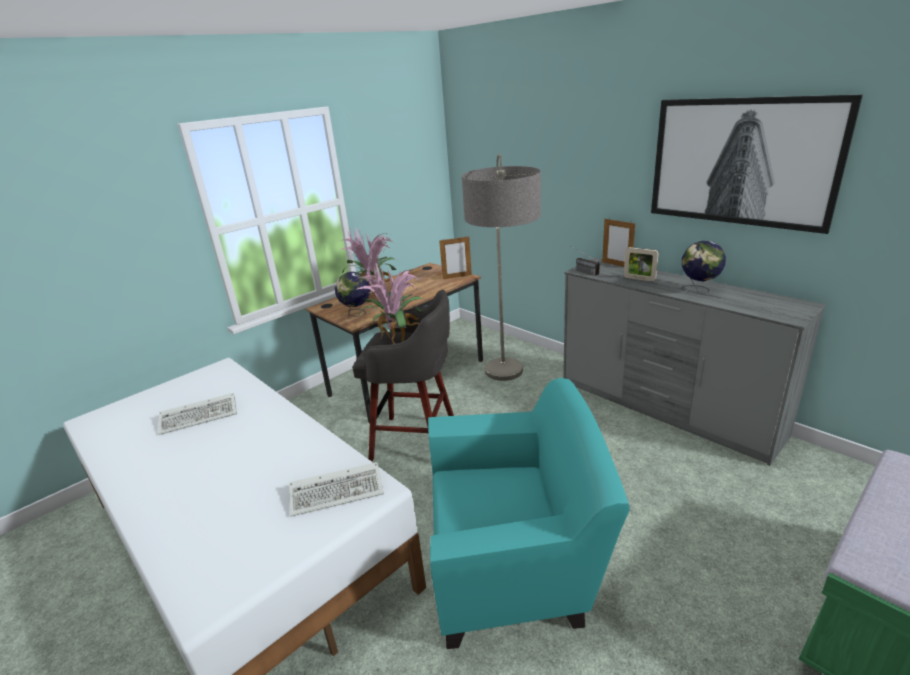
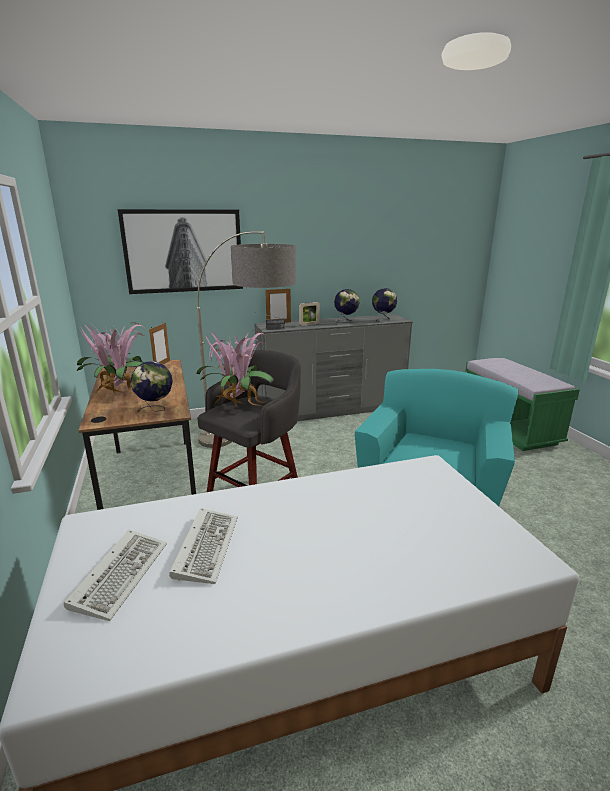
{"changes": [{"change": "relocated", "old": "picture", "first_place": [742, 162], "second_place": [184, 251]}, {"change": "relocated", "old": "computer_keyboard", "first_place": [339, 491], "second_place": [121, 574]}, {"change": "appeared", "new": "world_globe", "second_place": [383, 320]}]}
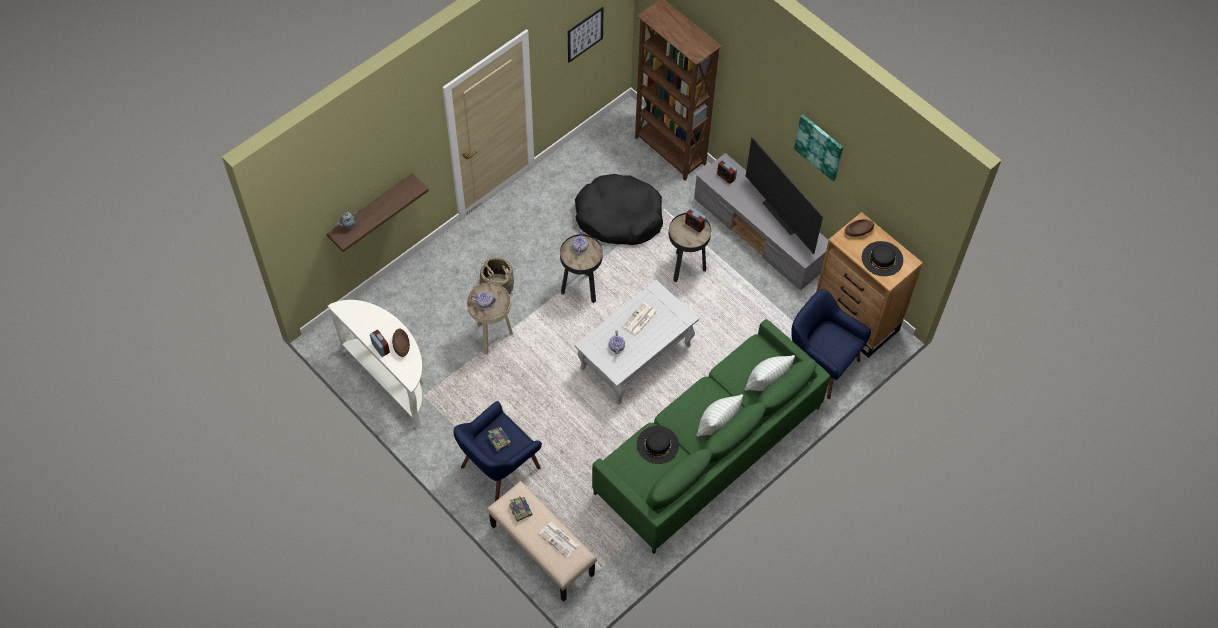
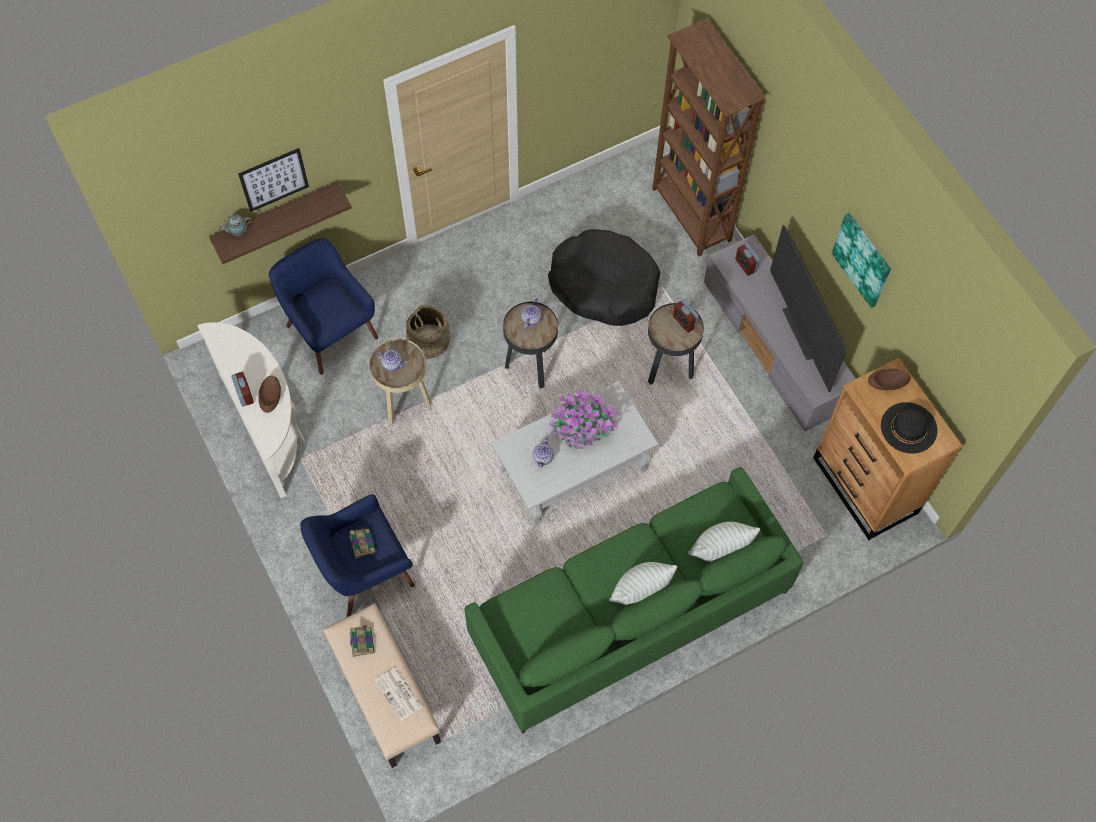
{"changes": [{"change": "relocated", "old": "picture", "first_place": [585, 34], "second_place": [274, 179]}, {"change": "relocated", "old": "bluish_easy_chair", "first_place": [821, 363], "second_place": [330, 331]}, {"change": "exchanged", "old": "daily_paper", "new": "houseplant", "first_place": [639, 320], "second_place": [582, 428]}, {"change": "missing", "old": "blackish_clothing_hat", "first_place": [657, 444]}]}
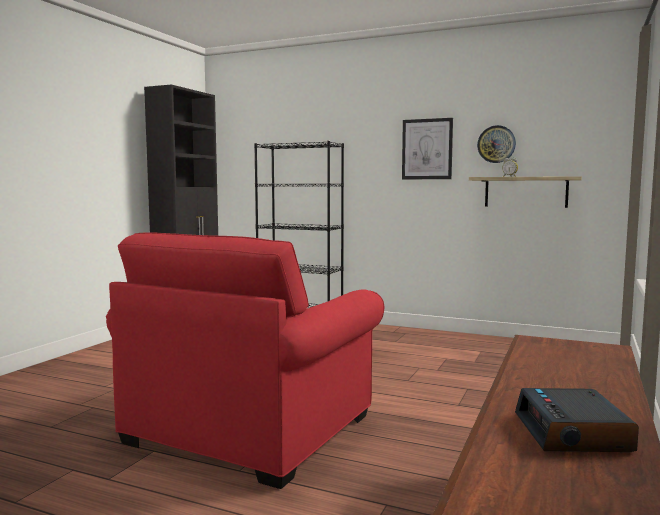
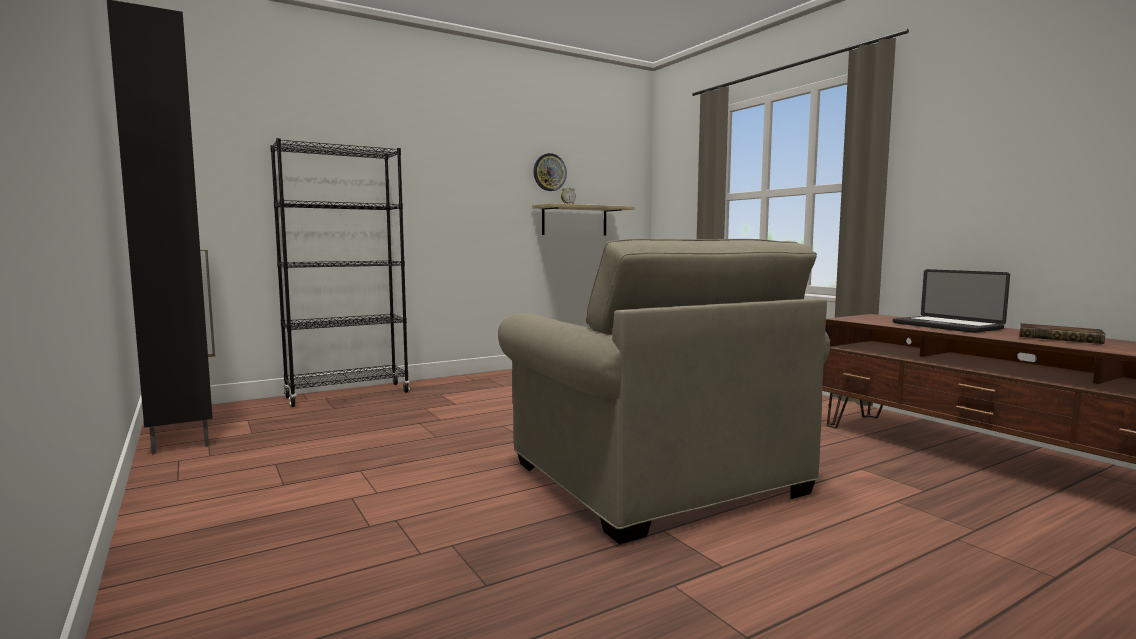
{"changes": [{"change": "missing", "old": "picture", "first_place": [427, 149]}, {"change": "colour", "old": "red-coloured_easy_chair", "new": "beige_easy_chair", "first_place": [250, 428], "second_place": [655, 478]}, {"change": "exchanged", "old": "bedside_clock", "new": "volume", "first_place": [573, 433], "second_place": [1061, 338]}, {"change": "appeared", "new": "portable_computer", "second_place": [946, 326]}]}
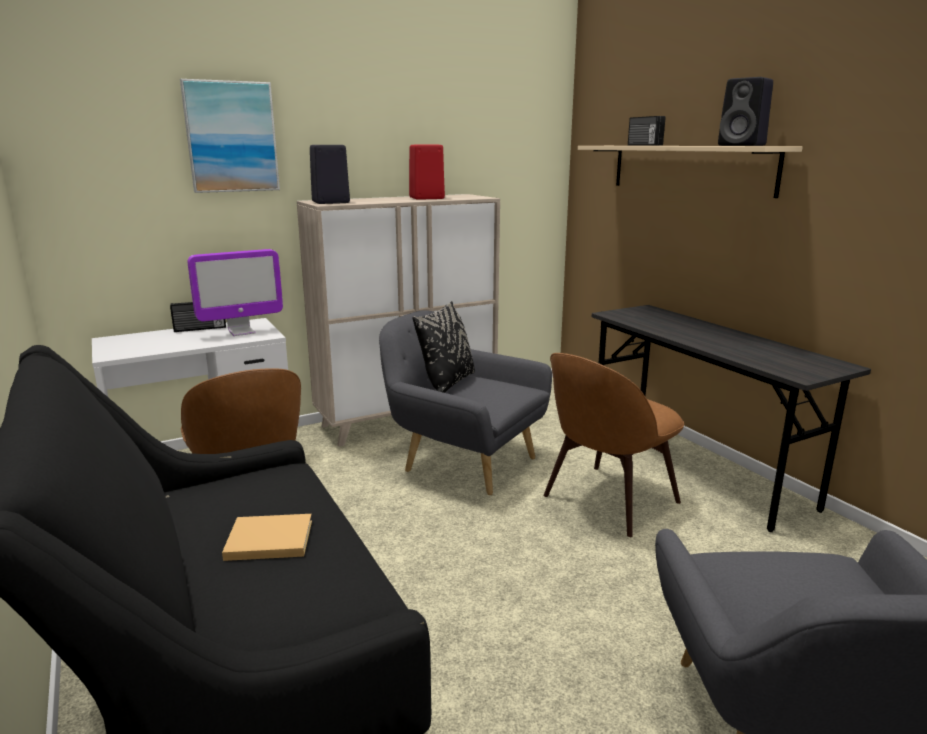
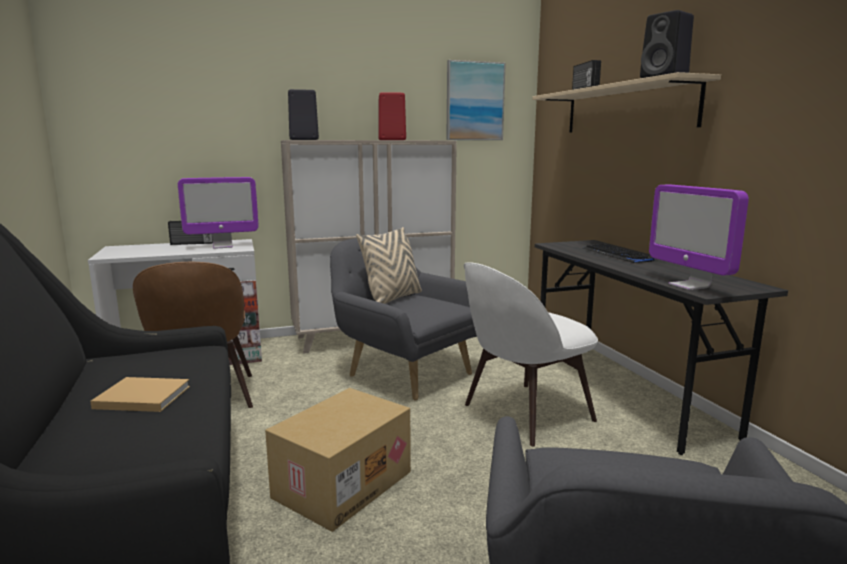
{"changes": [{"change": "relocated", "old": "picture", "first_place": [231, 137], "second_place": [474, 101]}, {"change": "colour", "old": "blackish_pillow", "new": "beige_pillow", "first_place": [447, 383], "second_place": [392, 299]}, {"change": "colour", "old": "brown_upright_chair", "new": "whitish_upright_chair", "first_place": [607, 501], "second_place": [524, 414]}, {"change": "appeared", "new": "monitor", "second_place": [689, 286]}, {"change": "appeared", "new": "computer_keyboard", "second_place": [616, 255]}, {"change": "appeared", "new": "cardboard_box", "second_place": [342, 483]}]}
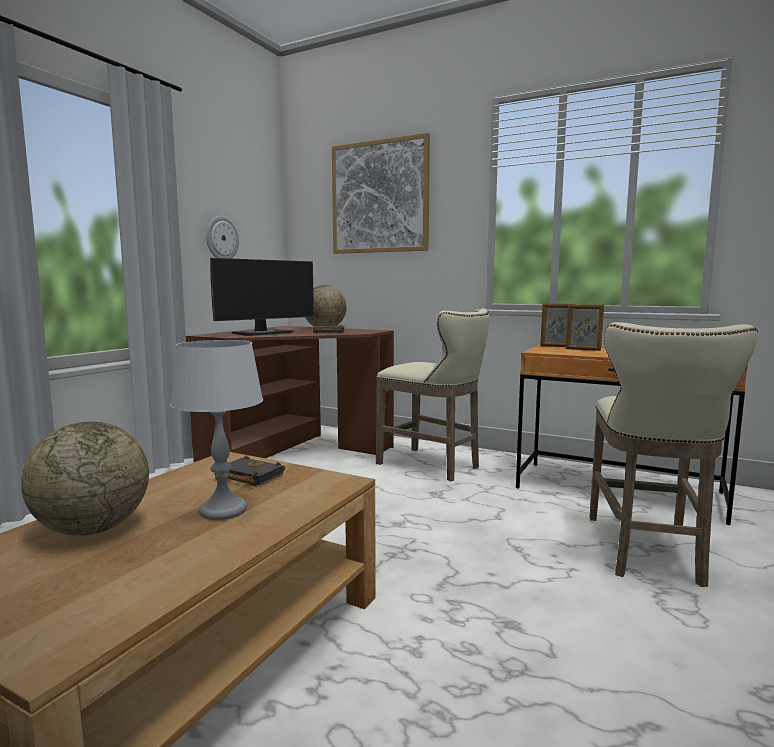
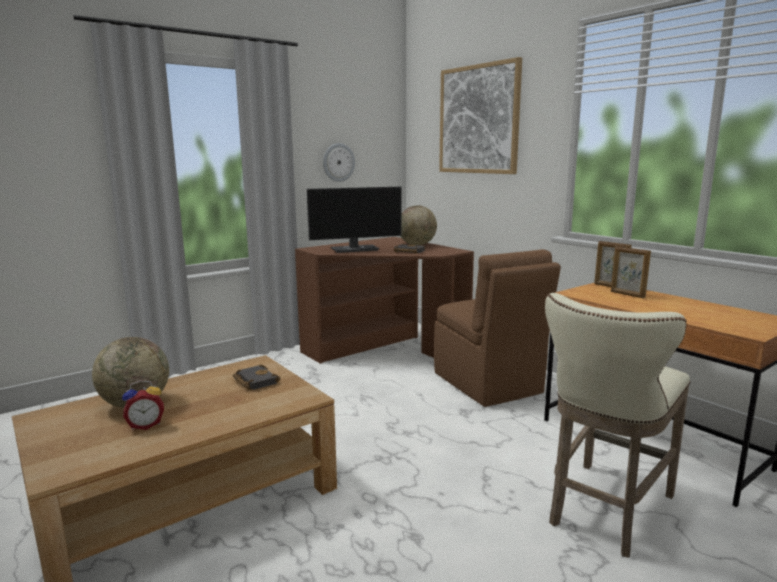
{"changes": [{"change": "exchanged", "old": "beige_sitting_stool", "new": "brown_upright_chair", "first_place": [433, 466], "second_place": [488, 384]}, {"change": "missing", "old": "greyish_lamp_for_a_table", "first_place": [223, 511]}, {"change": "appeared", "new": "bedside_clock", "second_place": [146, 425]}]}
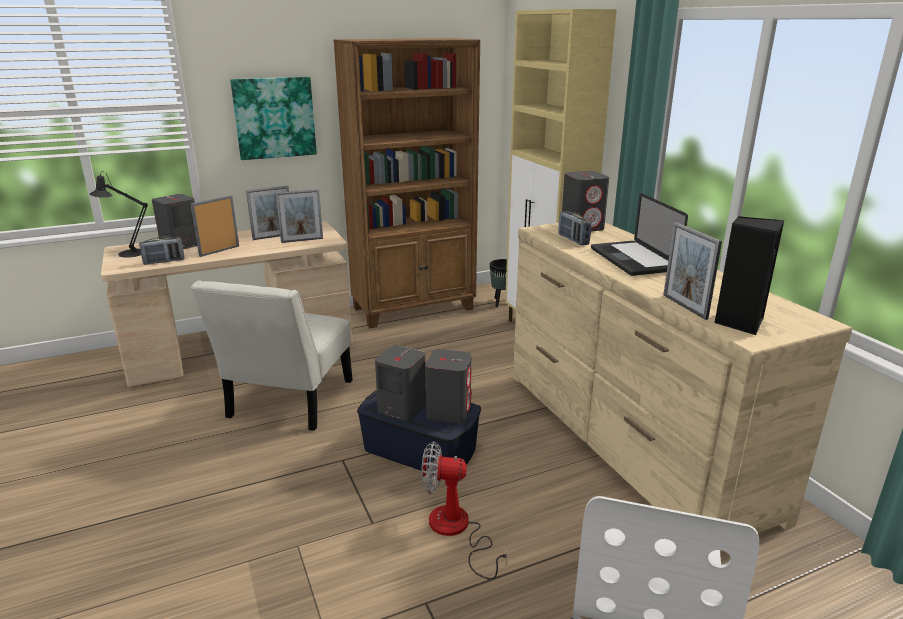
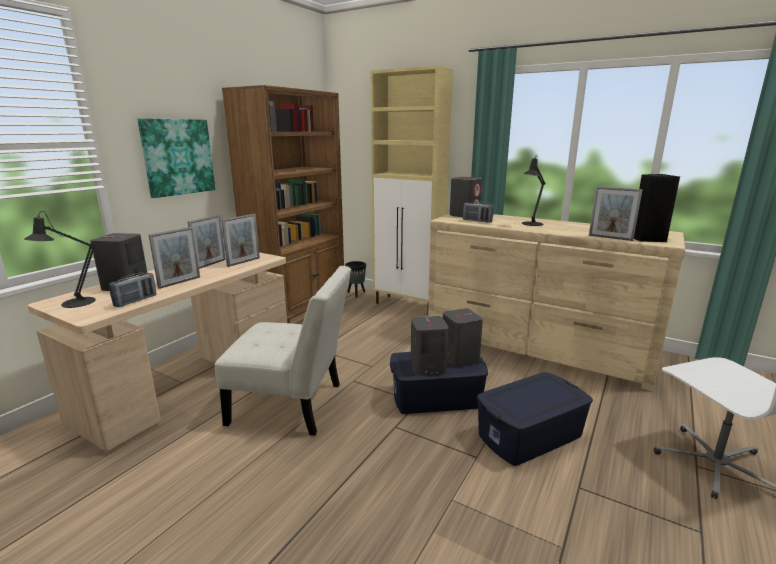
{"changes": [{"change": "exchanged", "old": "portable_computer", "new": "blackish_lamp_for_a_table", "first_place": [633, 259], "second_place": [531, 224]}, {"change": "spun", "old": "standing_frame", "first_place": [219, 251], "second_place": [179, 282], "degrees": -150}, {"change": "spun", "old": "whitish_upright_chair", "first_place": [288, 403], "second_place": [292, 405], "degrees": -60}, {"change": "exchanged", "old": "cooling_fan", "new": "bluish_storage_box", "first_place": [456, 531], "second_place": [530, 435]}]}
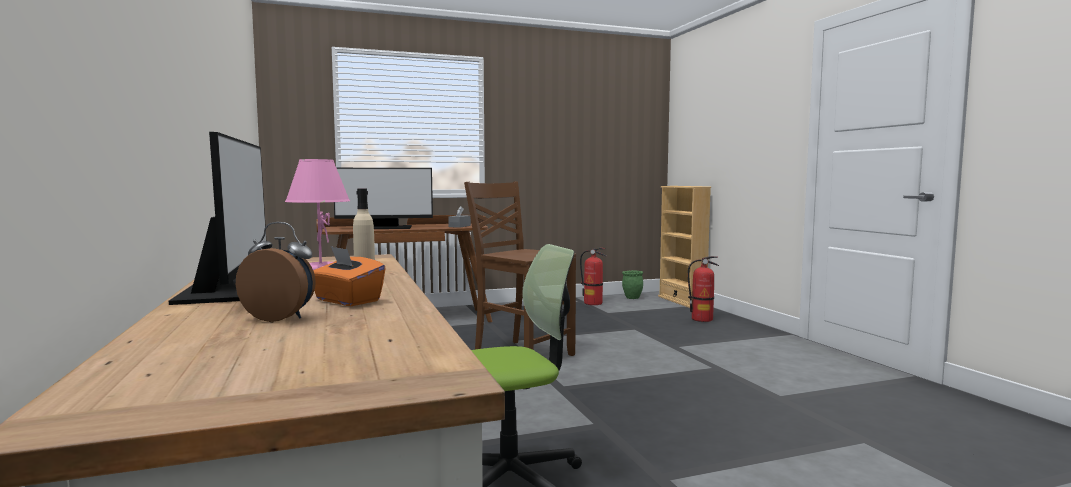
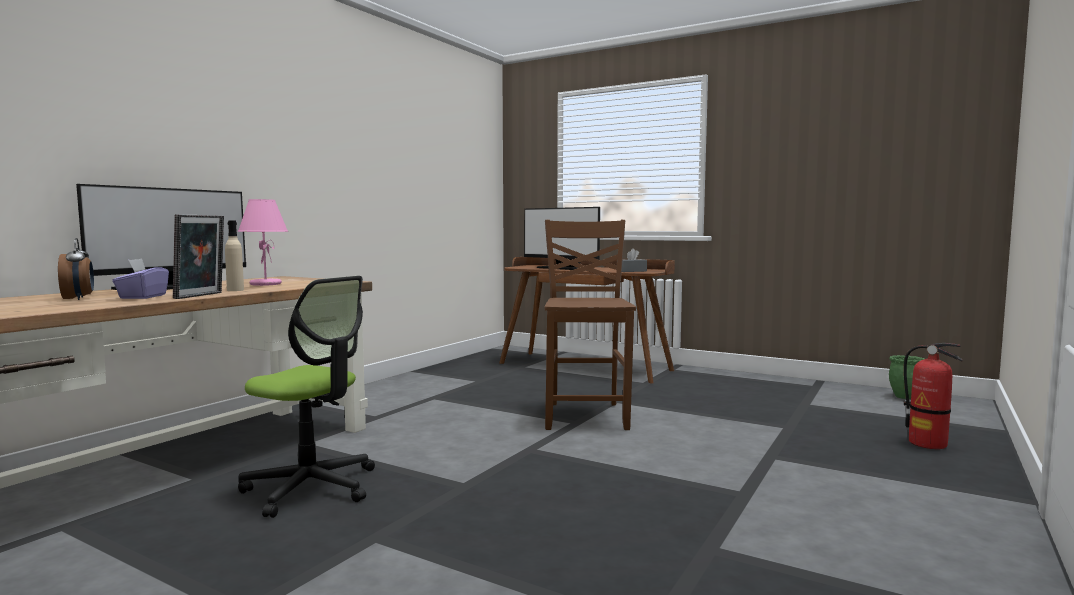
{"changes": [{"change": "missing", "old": "beige_bookcase", "first_place": [682, 301]}, {"change": "colour", "old": "orangey_box_of_tissues", "new": "purple_box_of_tissues", "first_place": [347, 301], "second_place": [142, 297]}, {"change": "missing", "old": "fire-fighting_cylinder", "first_place": [593, 303]}, {"change": "appeared", "new": "standing_frame", "second_place": [201, 296]}]}
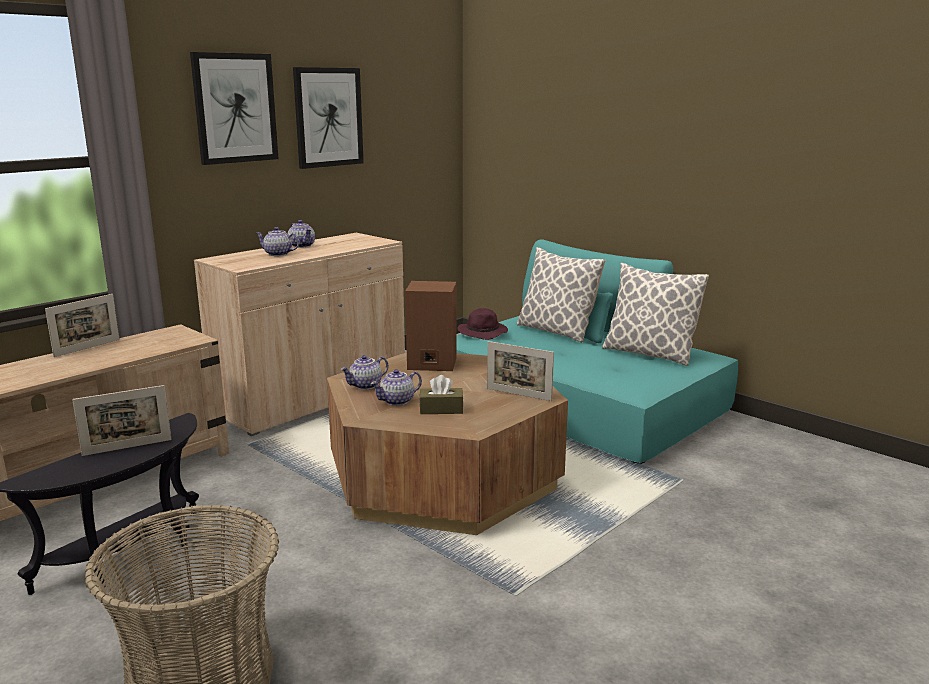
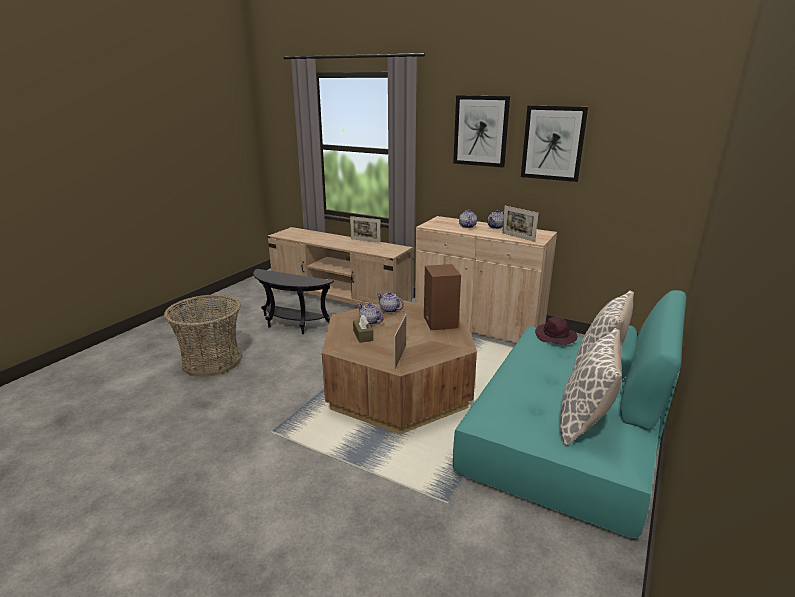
{"changes": [{"change": "relocated", "old": "standing_frame", "first_place": [127, 447], "second_place": [518, 237]}]}
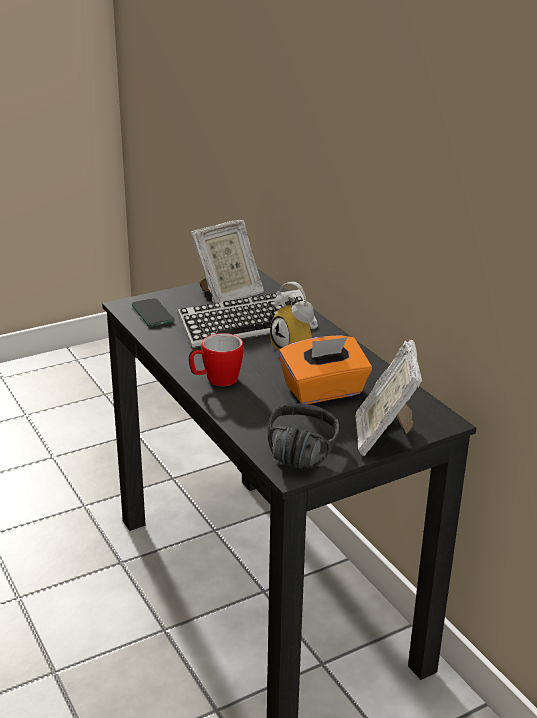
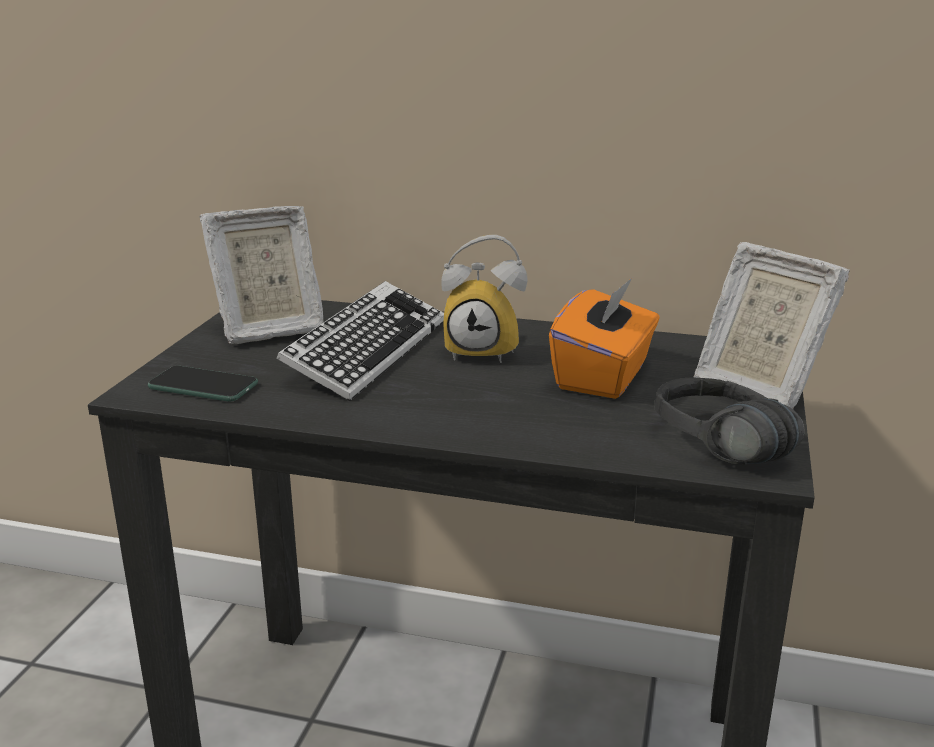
{"changes": [{"change": "spun", "old": "standing_frame", "first_place": [228, 295], "second_place": [268, 330], "degrees": 60}, {"change": "missing", "old": "mug", "first_place": [216, 380]}]}
